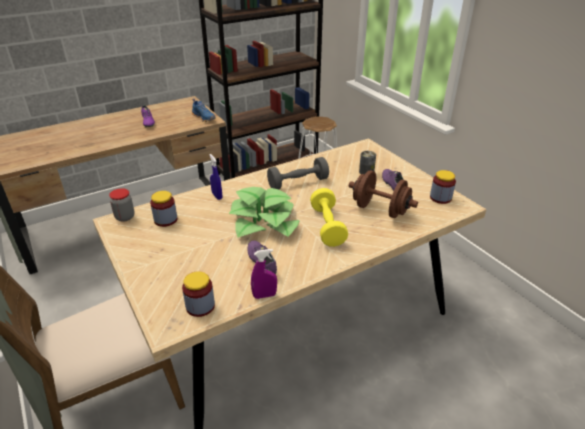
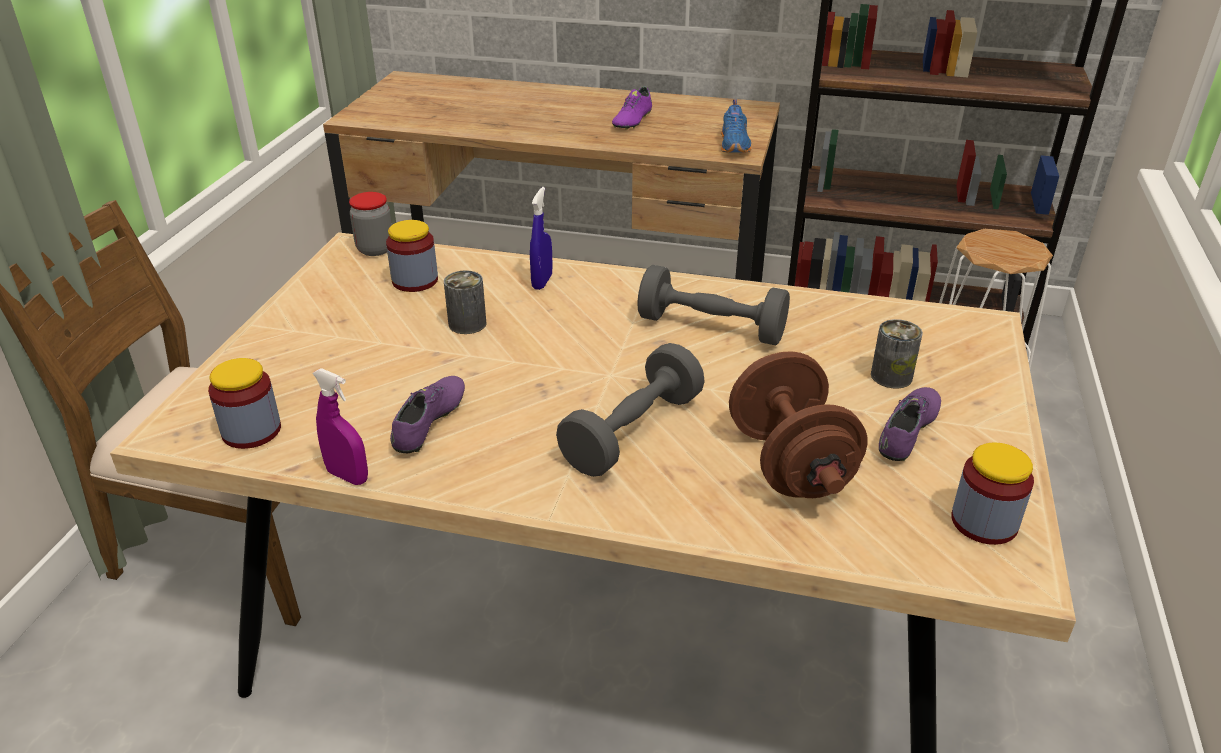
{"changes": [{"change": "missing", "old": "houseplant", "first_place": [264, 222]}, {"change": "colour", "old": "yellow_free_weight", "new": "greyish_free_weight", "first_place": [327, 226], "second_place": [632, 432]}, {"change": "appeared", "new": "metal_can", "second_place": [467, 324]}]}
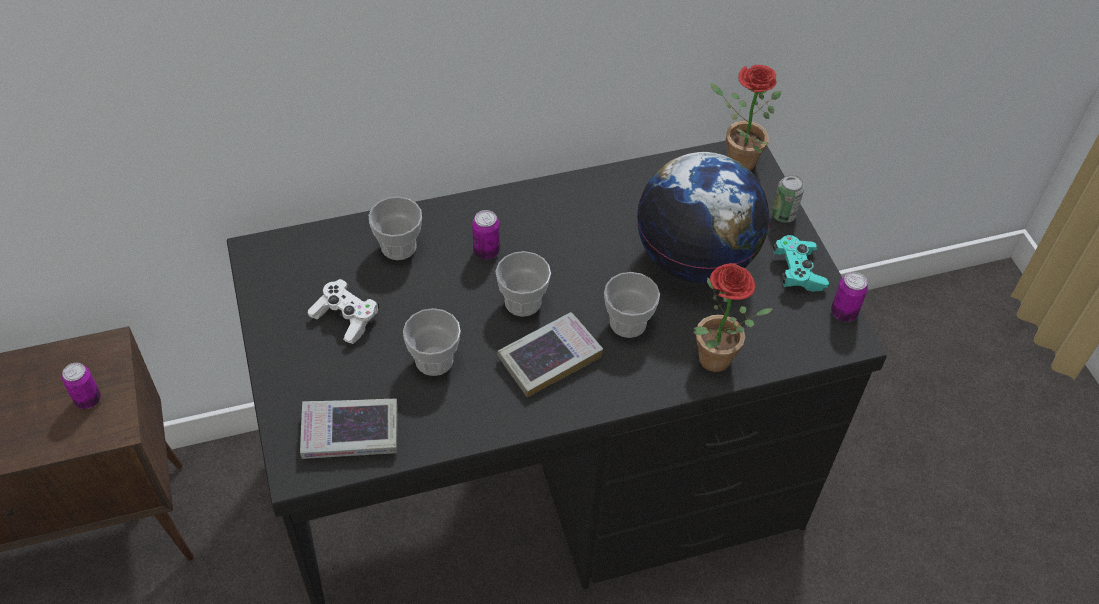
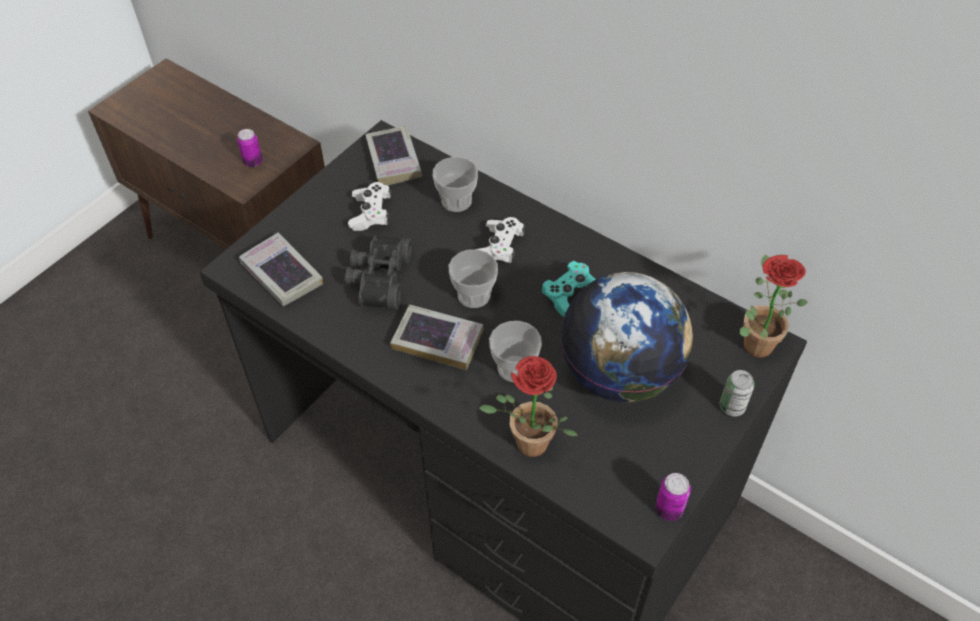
{"changes": [{"change": "exchanged", "old": "metal_can", "new": "whitish_joypad", "first_place": [486, 251], "second_place": [499, 248]}, {"change": "relocated", "old": "turquoise-coloured_joypad", "first_place": [797, 271], "second_place": [570, 296]}, {"change": "exchanged", "old": "small_cup", "new": "blackish_field_glasses", "first_place": [434, 360], "second_place": [378, 279]}, {"change": "appeared", "new": "volume", "second_place": [393, 160]}]}
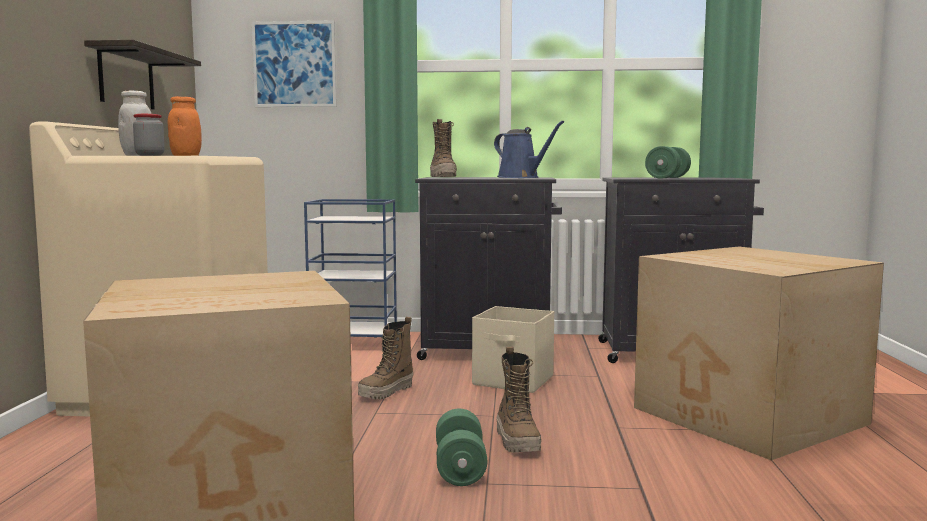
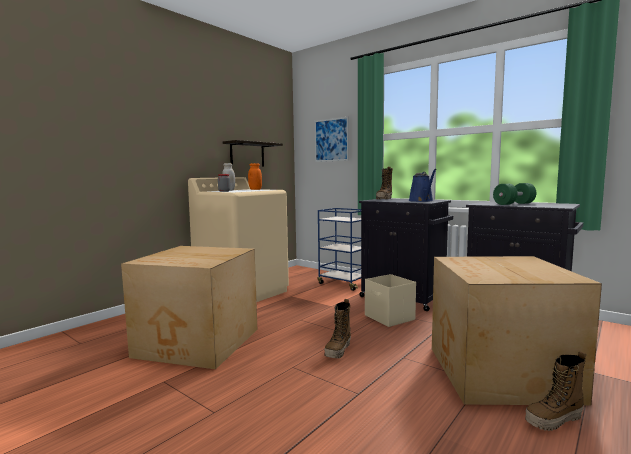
{"changes": [{"change": "relocated", "old": "high-top_boot", "first_place": [386, 392], "second_place": [554, 420]}, {"change": "missing", "old": "greenish_free_weight", "first_place": [460, 468]}]}
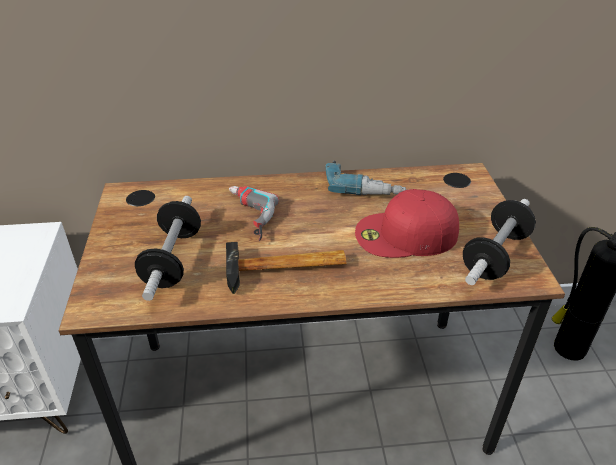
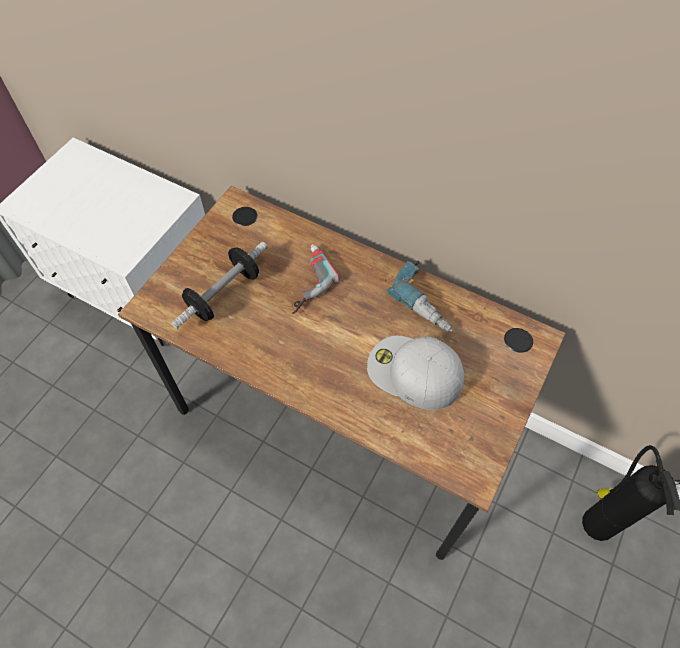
{"changes": [{"change": "colour", "old": "red-coloured_peaked_cap", "new": "whitish_peaked_cap", "first_place": [405, 234], "second_place": [413, 373]}, {"change": "missing", "old": "free_weight", "first_place": [495, 255]}, {"change": "missing", "old": "hand_hammer", "first_place": [286, 269]}]}
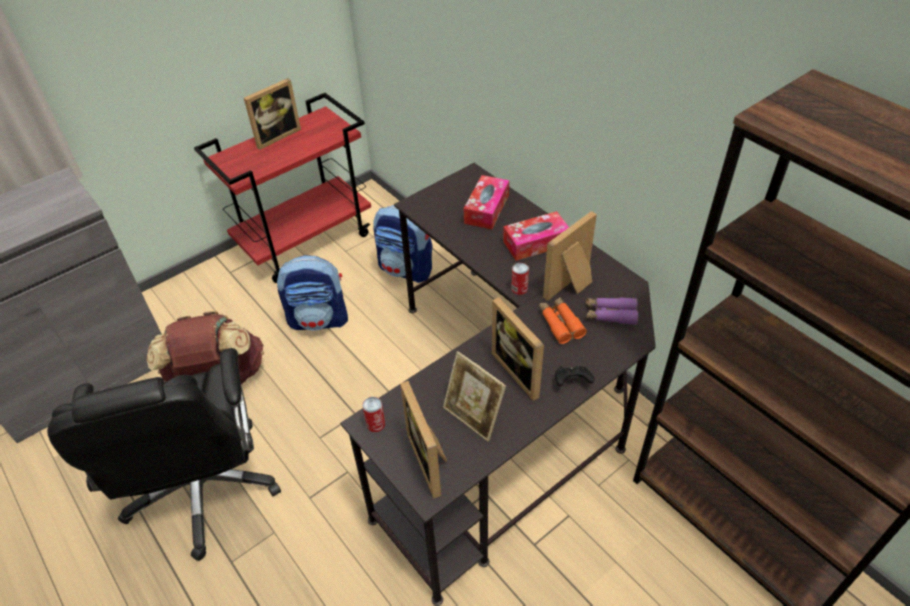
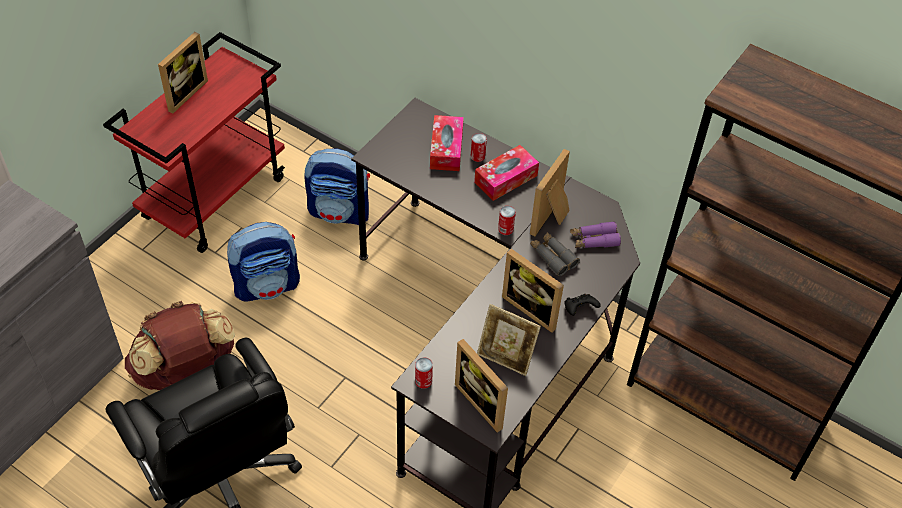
{"changes": [{"change": "colour", "old": "orangey_field_glasses", "new": "greyish_field_glasses", "first_place": [560, 323], "second_place": [553, 257]}, {"change": "appeared", "new": "metal_can", "second_place": [477, 156]}]}
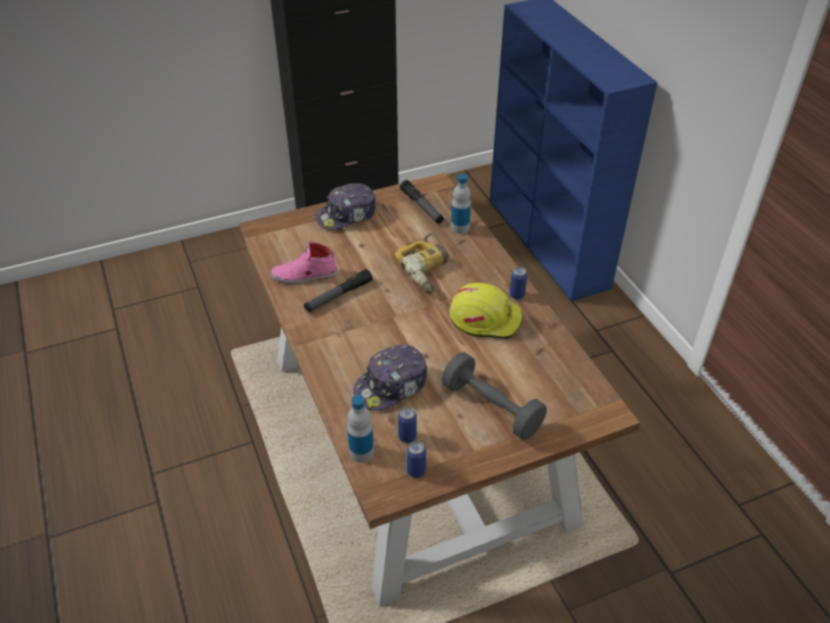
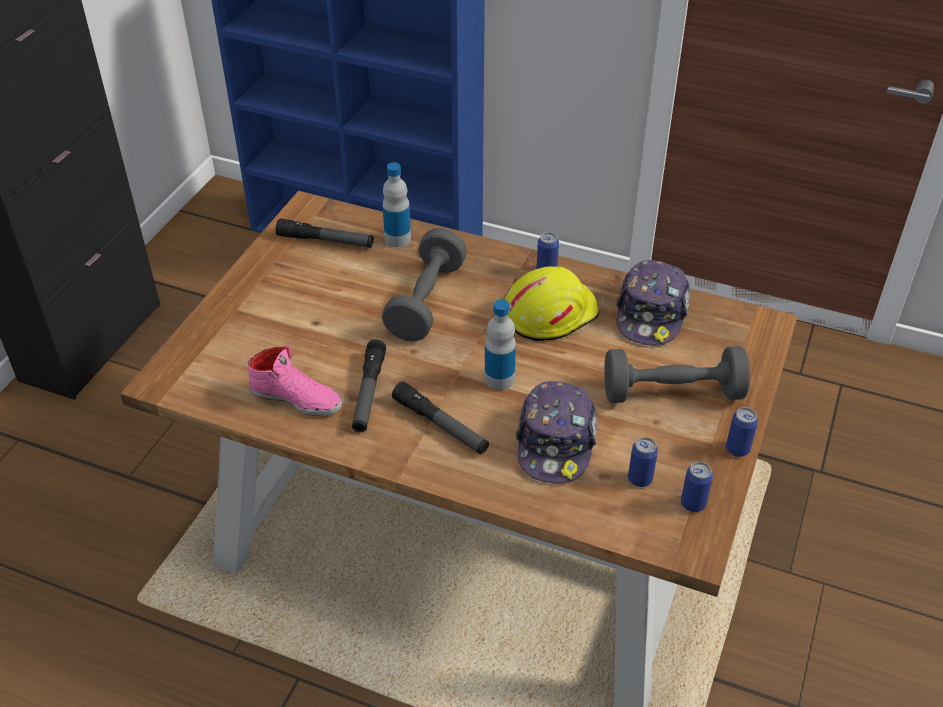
{"changes": [{"change": "relocated", "old": "peaked_cap", "first_place": [347, 215], "second_place": [651, 313]}, {"change": "exchanged", "old": "drill", "new": "greyish_free_weight", "first_place": [428, 269], "second_place": [426, 301]}, {"change": "spun", "old": "pinkish_low_shoe", "first_place": [304, 275], "second_place": [296, 397], "degrees": -105}, {"change": "relocated", "old": "bottle", "first_place": [361, 452], "second_place": [499, 379]}, {"change": "appeared", "new": "torch", "second_place": [440, 425]}, {"change": "appeared", "new": "metal_can", "second_place": [737, 449]}]}
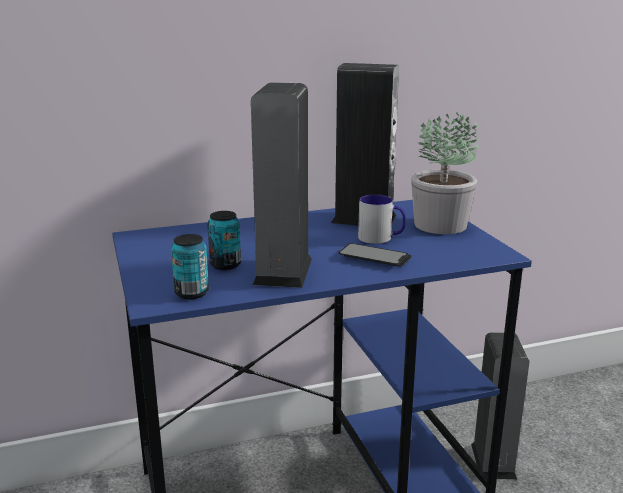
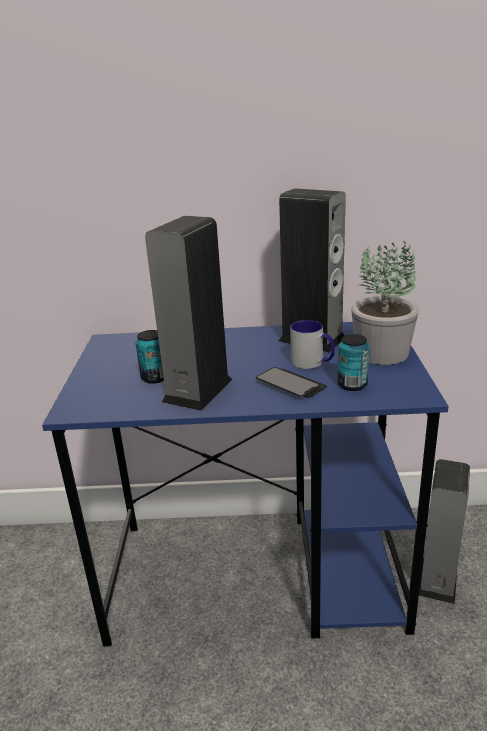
{"changes": [{"change": "relocated", "old": "metal_can", "first_place": [191, 293], "second_place": [352, 385]}]}
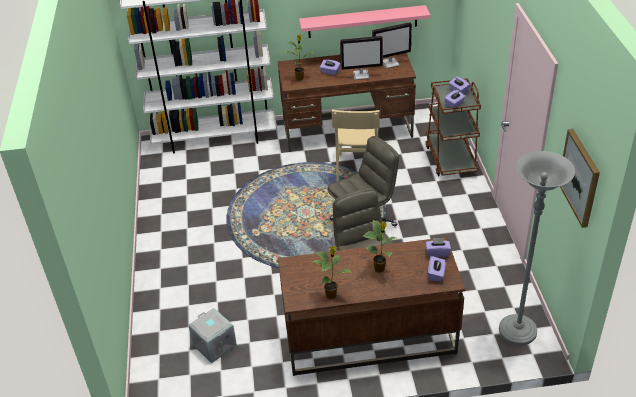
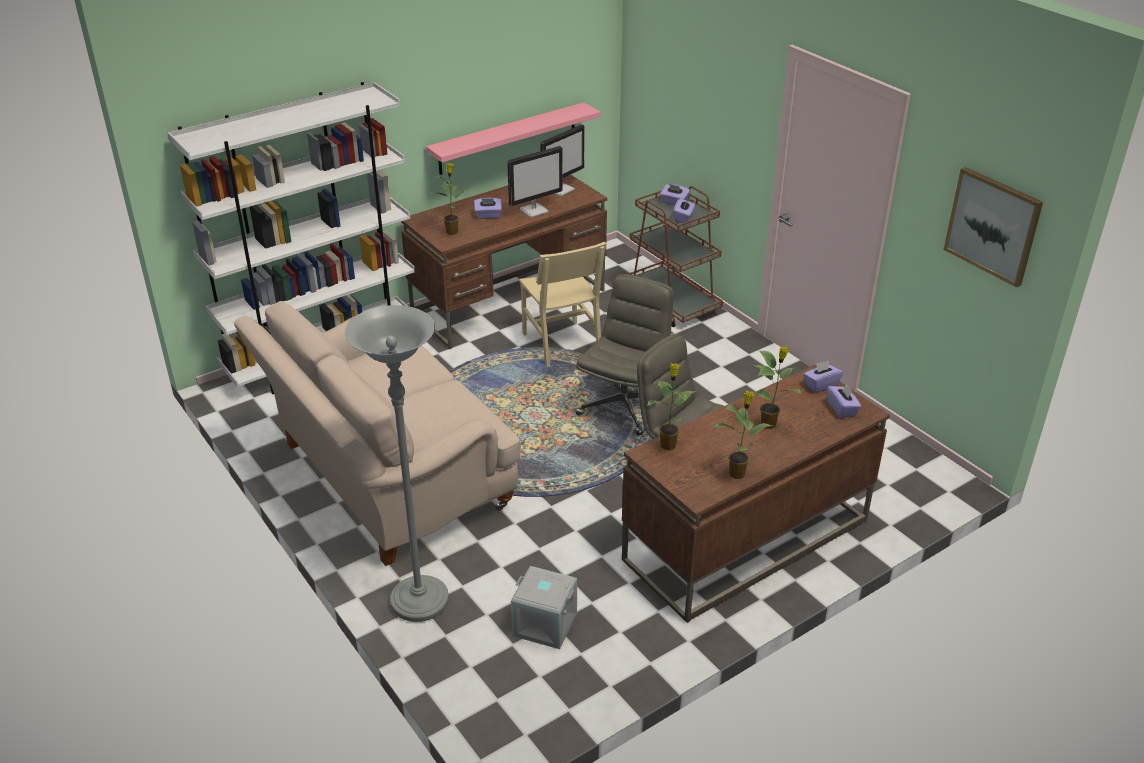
{"changes": [{"change": "relocated", "old": "greyish_floor_lamp", "first_place": [517, 331], "second_place": [419, 601]}, {"change": "appeared", "new": "beige_settee", "second_place": [387, 479]}, {"change": "appeared", "new": "houseplant", "second_place": [668, 444]}]}
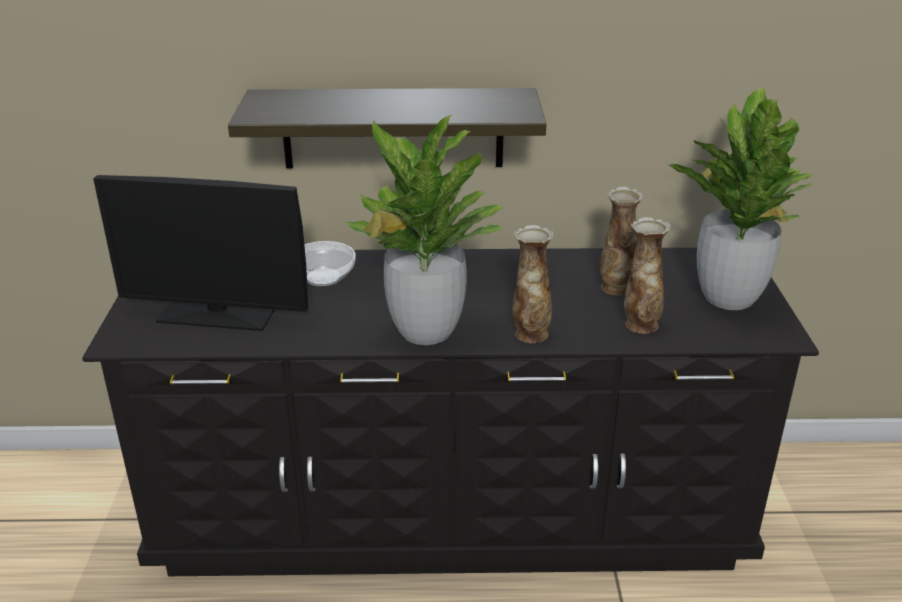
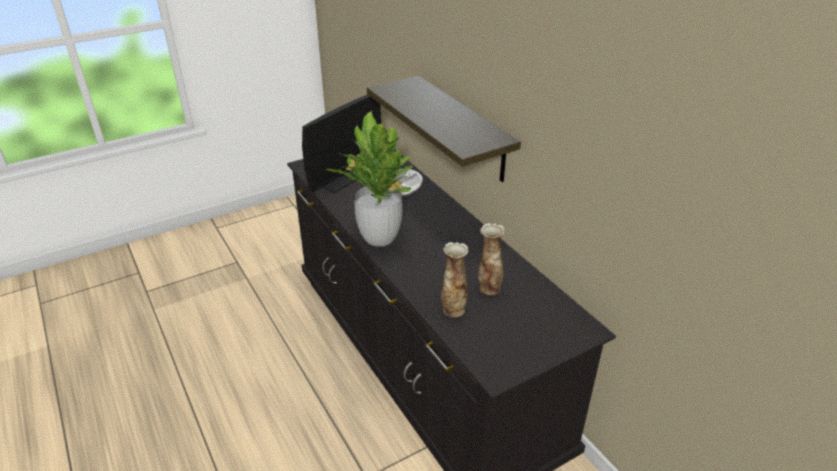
{"changes": [{"change": "missing", "old": "houseplant", "first_place": [728, 297]}, {"change": "spun", "old": "monitor", "first_place": [217, 313], "second_place": [345, 177], "degrees": -120}, {"change": "missing", "old": "vase", "first_place": [530, 334]}]}
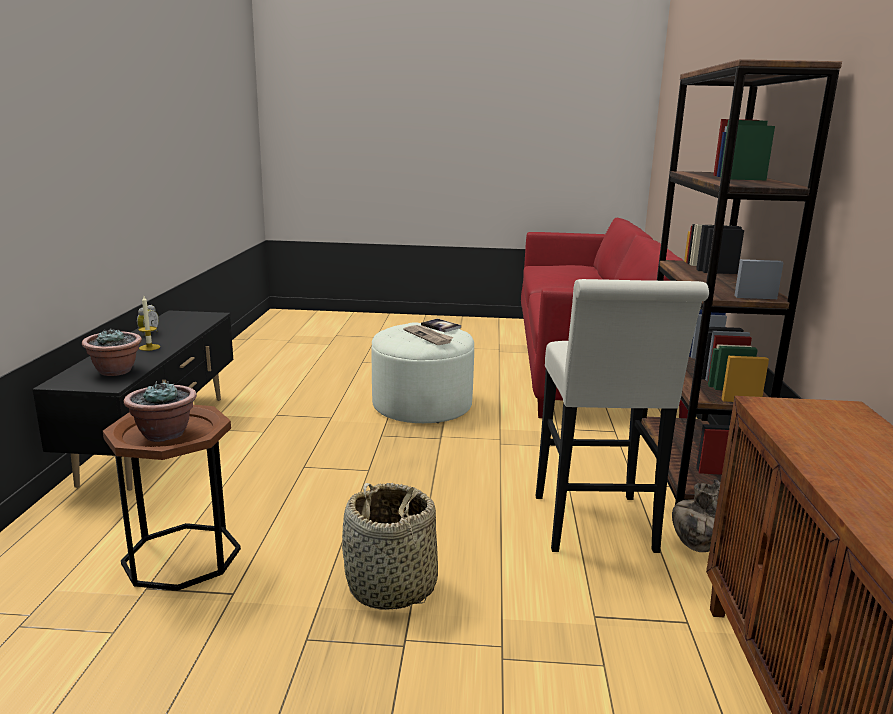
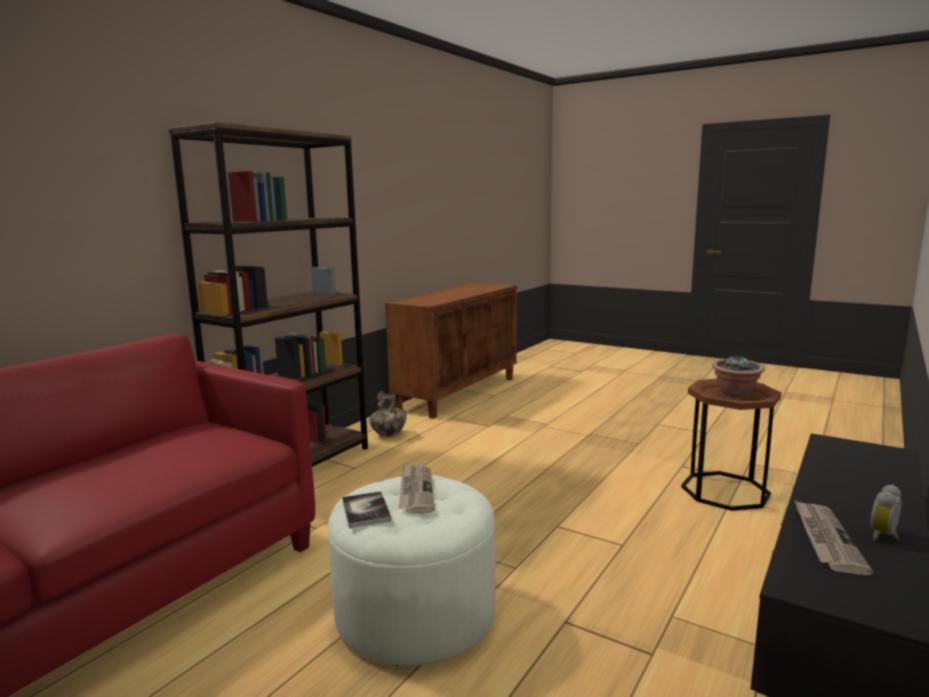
{"changes": [{"change": "missing", "old": "whitish_sitting_stool", "first_place": [596, 529]}, {"change": "missing", "old": "wax_candle", "first_place": [149, 347]}, {"change": "missing", "old": "houseplant", "first_place": [116, 371]}, {"change": "missing", "old": "basket", "first_place": [391, 587]}, {"change": "appeared", "new": "daily_paper", "second_place": [825, 539]}]}
